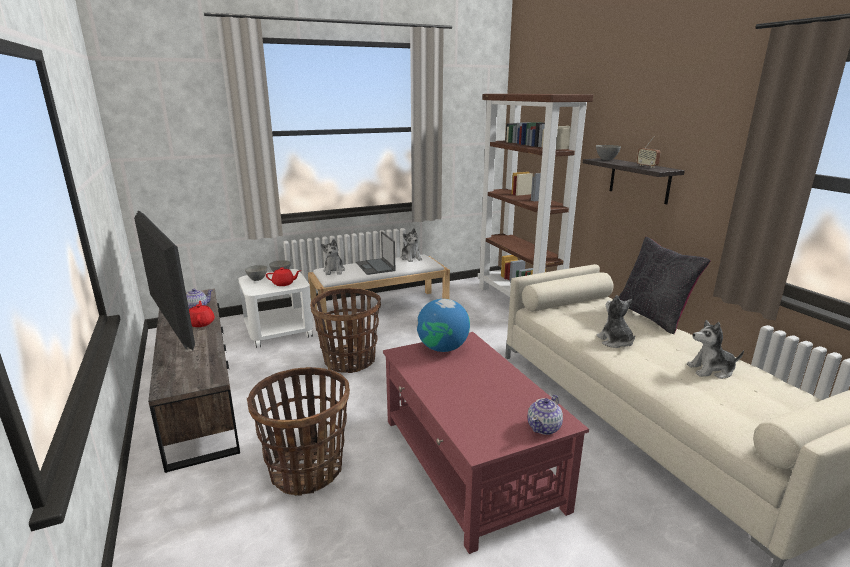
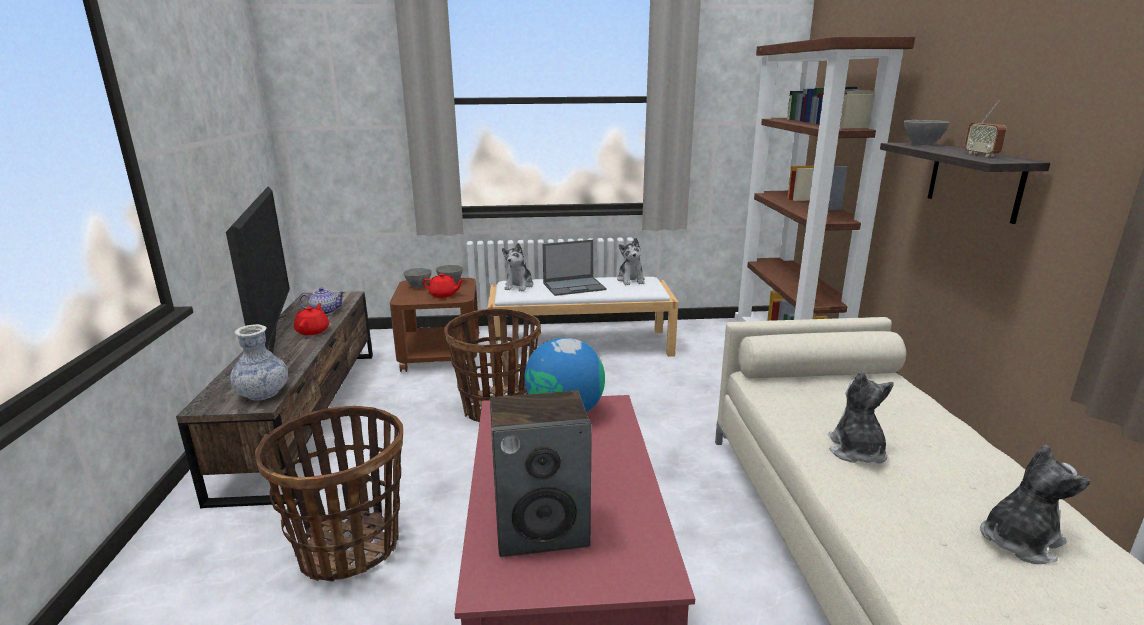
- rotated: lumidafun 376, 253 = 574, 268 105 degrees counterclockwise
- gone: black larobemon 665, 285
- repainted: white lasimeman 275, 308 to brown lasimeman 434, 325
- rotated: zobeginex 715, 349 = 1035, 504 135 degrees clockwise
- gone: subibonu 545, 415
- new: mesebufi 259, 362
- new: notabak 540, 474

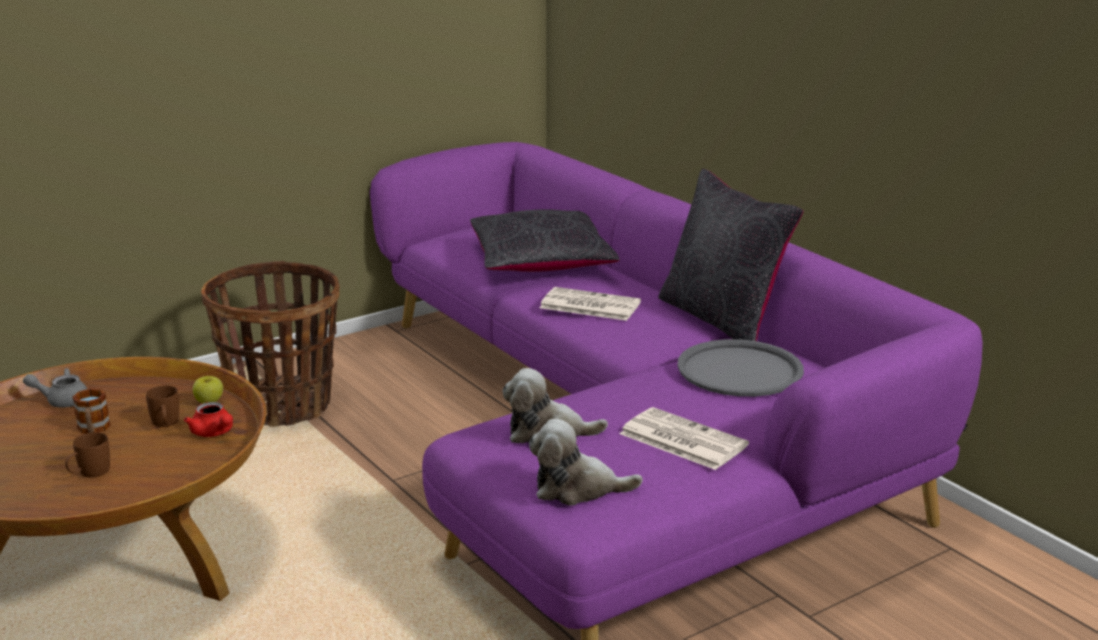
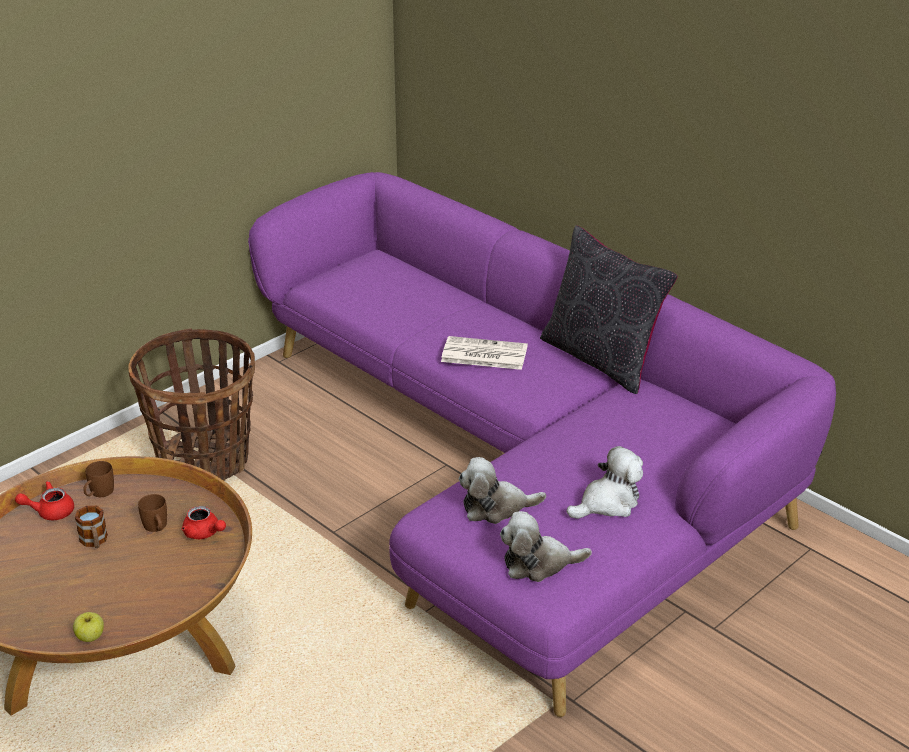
- gone: black larobemon 544, 240
- gone: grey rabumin 740, 368
- repainted: grey subibonu 55, 388 to red subibonu 44, 500
- shifted: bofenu 208, 389 to 88, 627
- swapped: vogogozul 684, 438 to zobeginex 605, 482
- shifted: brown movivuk 87, 455 to 98, 479

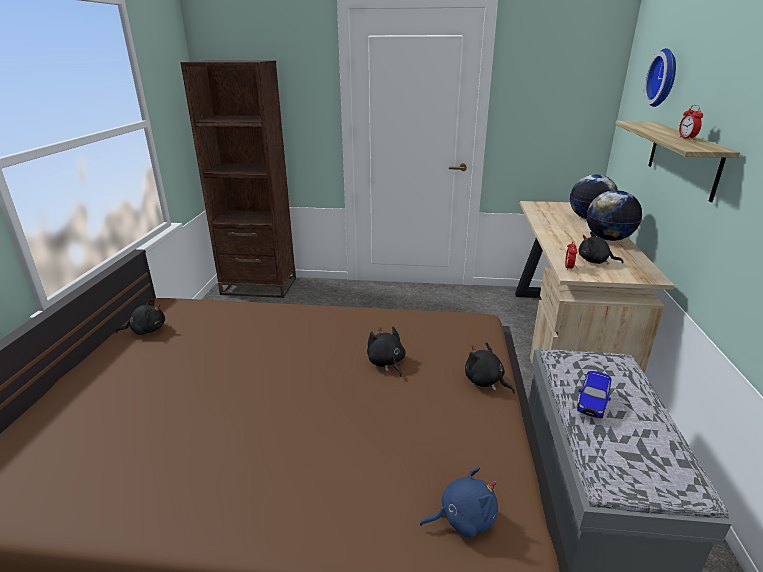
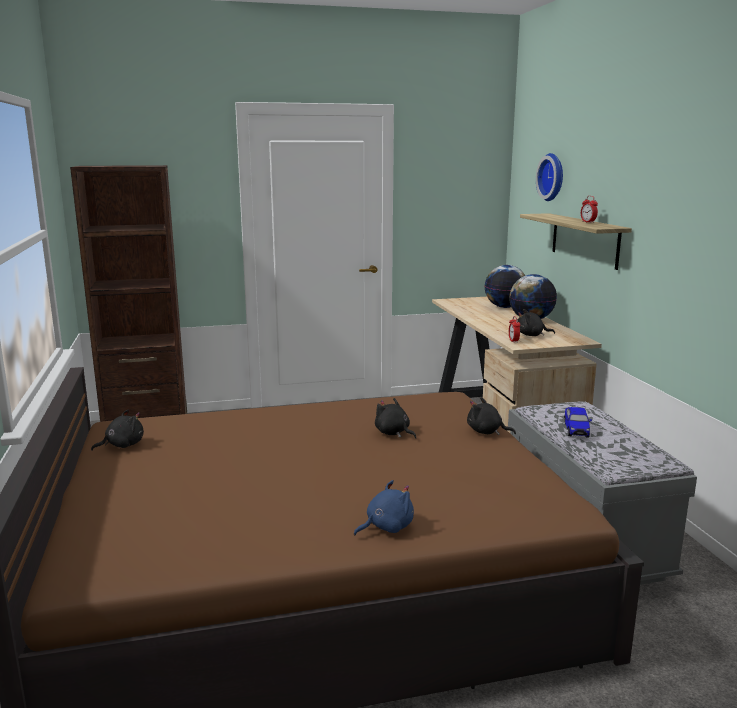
- shifted: blue zobeginex 459, 502 to 384, 507

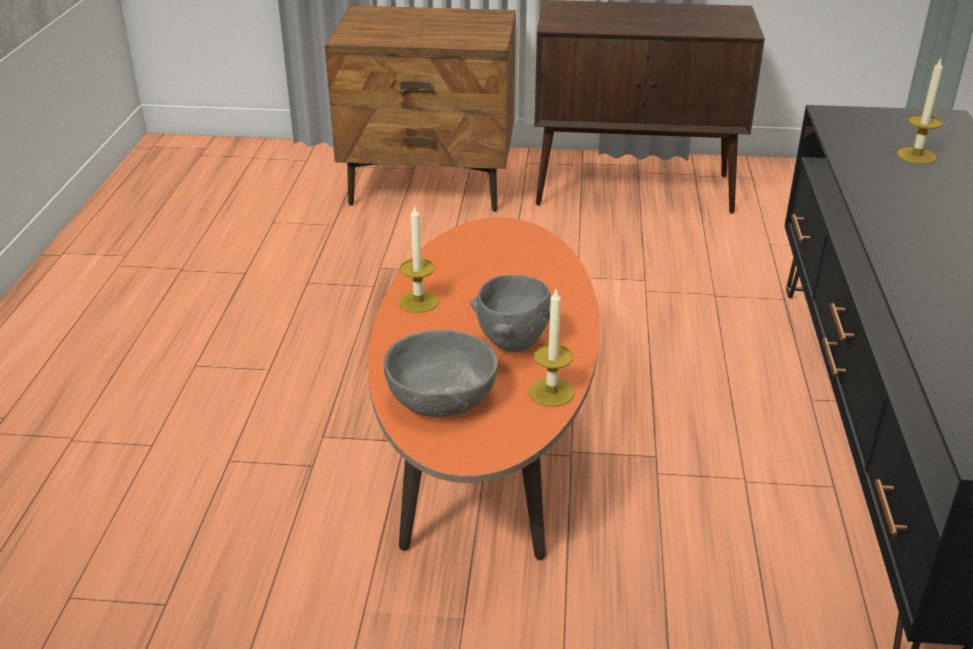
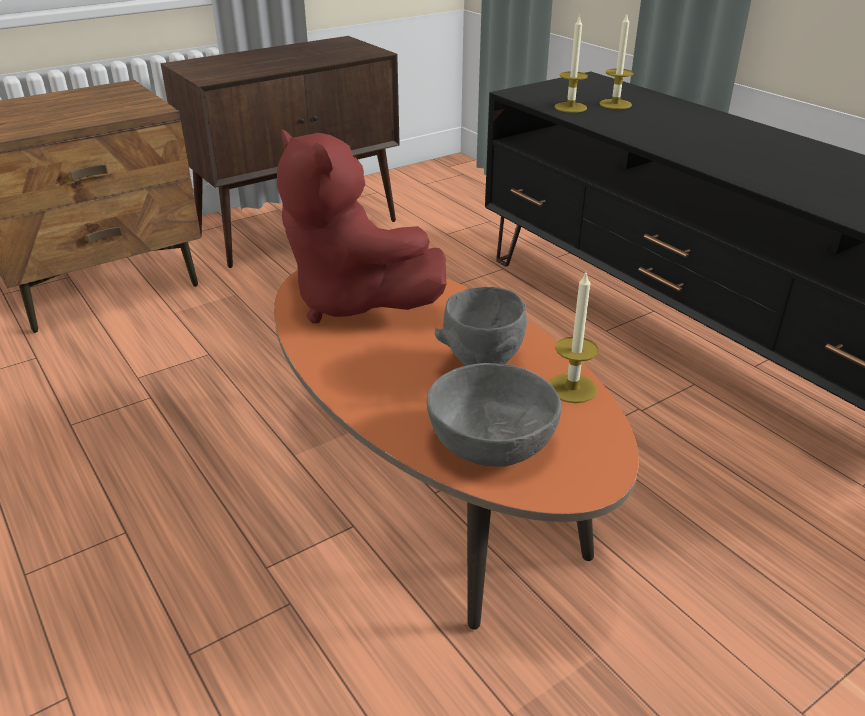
- shifted: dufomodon 419, 258 to 571, 64
- new: red zobeginex 361, 226

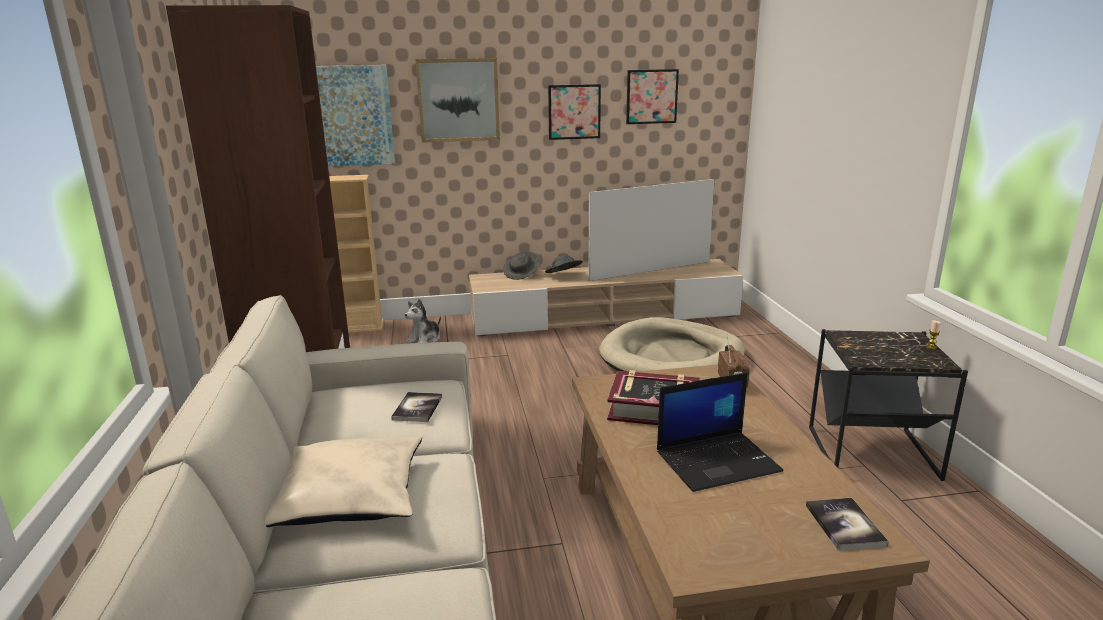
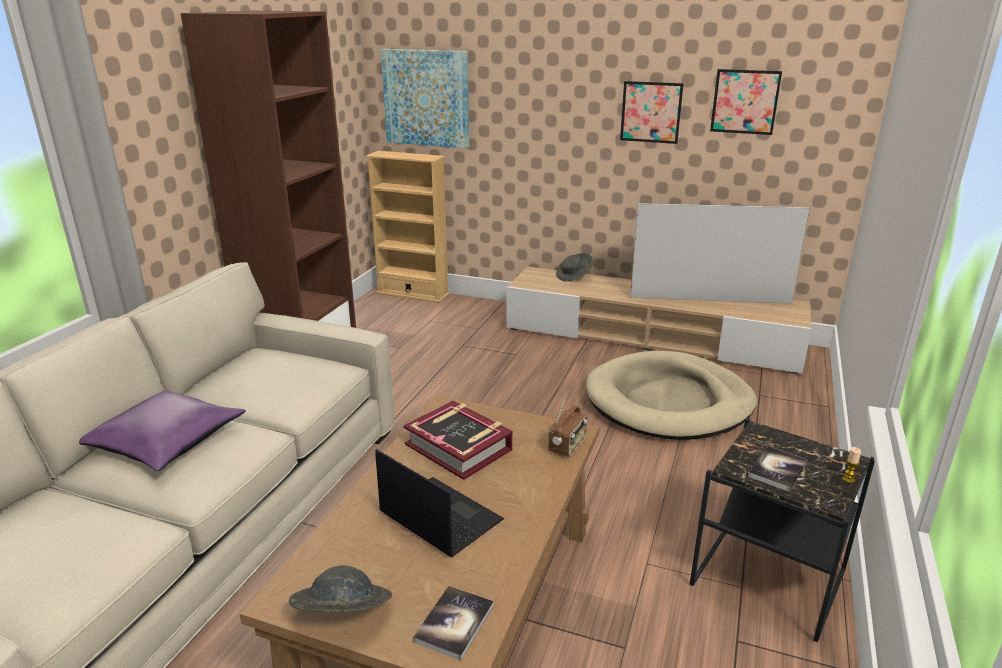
- gone: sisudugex 458, 100
- shifted: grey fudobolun 564, 264 to 340, 588
- gone: zobeginex 423, 321
- rotated: lumidafun 720, 432 = 439, 503 150 degrees counterclockwise
- shifted: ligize 416, 407 to 777, 469
- repainted: beige larobemon 343, 481 to purple larobemon 162, 430

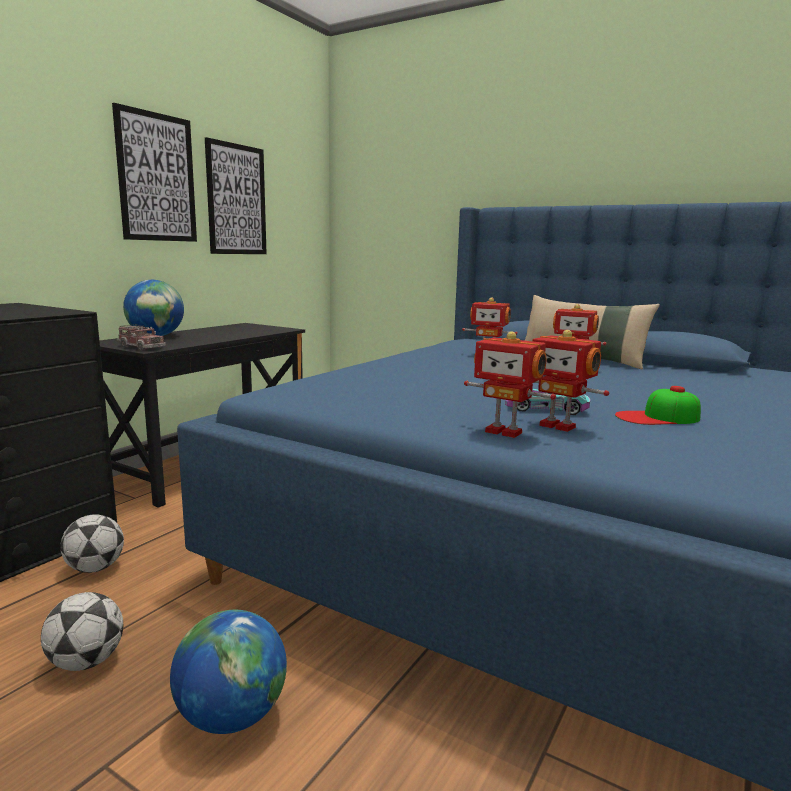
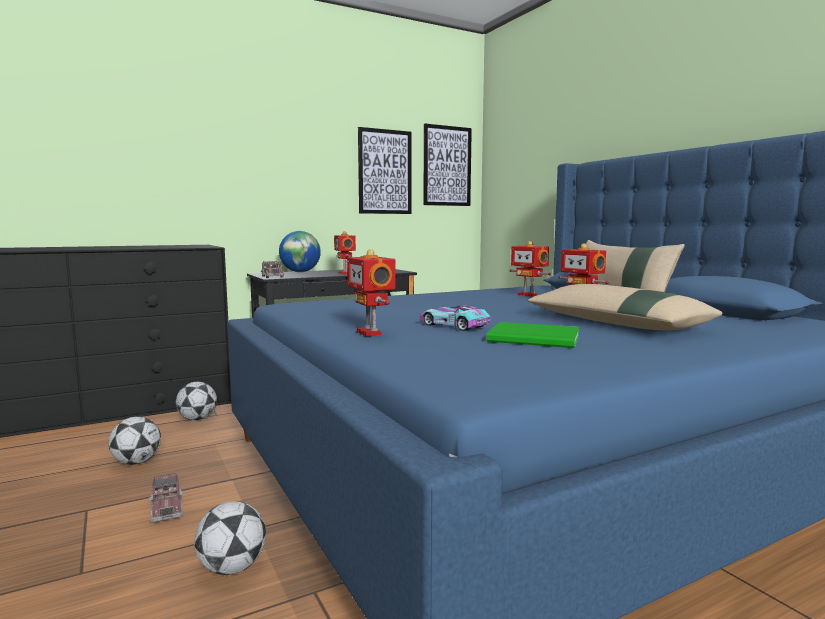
- shifted: sisudugex 154, 172 to 448, 165
- shifted: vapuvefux 570, 381 to 345, 252
- swapped: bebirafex 658, 405 to green ligize 533, 335
- swapped: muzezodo 228, 672 to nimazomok 166, 497
- new: beige larobemon 625, 307
- new: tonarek 230, 538

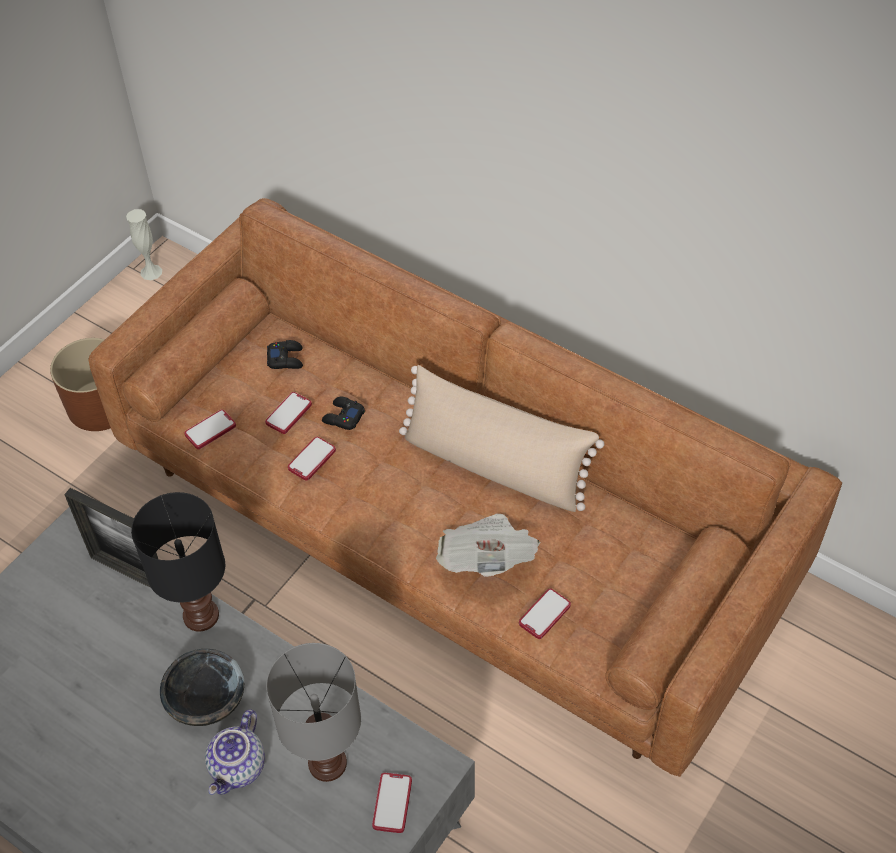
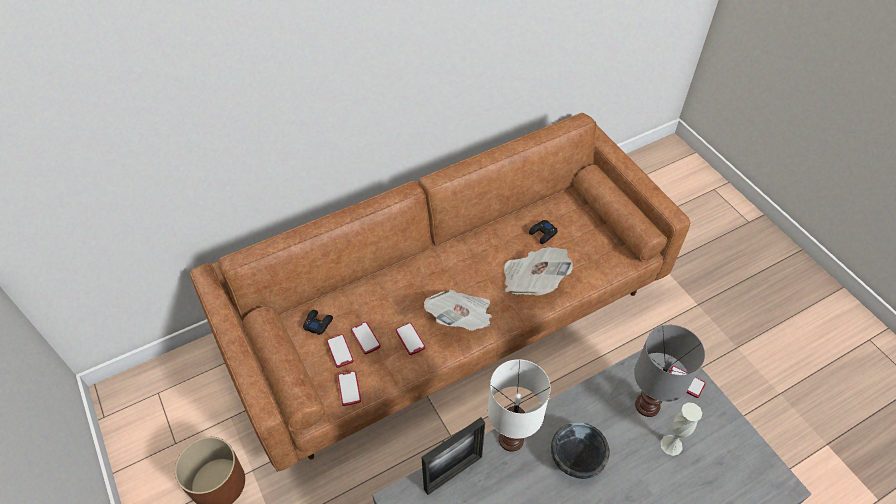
- shifted: white mesebufi 144, 244 to 681, 429
- gone: beige larobemon 501, 438
- shifted: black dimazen 343, 413 to 543, 232
- repainted: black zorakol 178, 562 to white zorakol 519, 405
- shifted: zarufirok 545, 614 to 340, 351
- gone: subibonu 235, 752
- new: vogogozul 458, 310

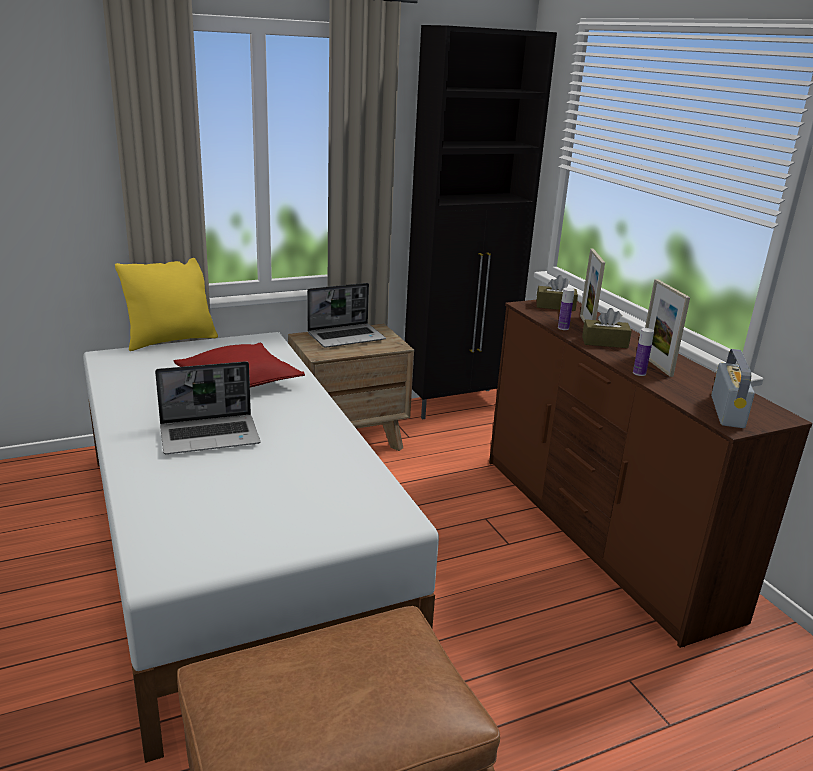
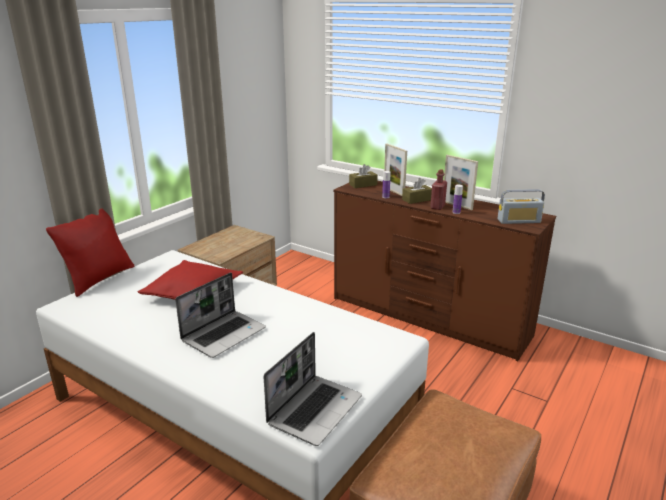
- gone: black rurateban 481, 222
- repainted: yellow larobemon 166, 304 to red larobemon 90, 252
- shifted: lumidafun 346, 315 to 313, 389
- rotated: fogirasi 733, 388 = 521, 206 105 degrees clockwise
- new: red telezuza 438, 189

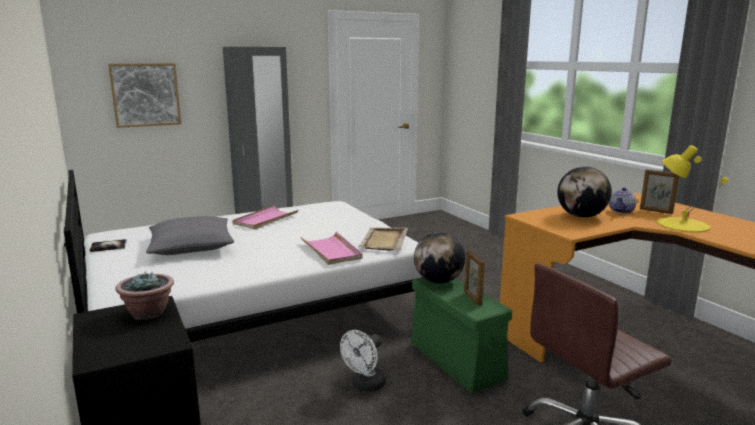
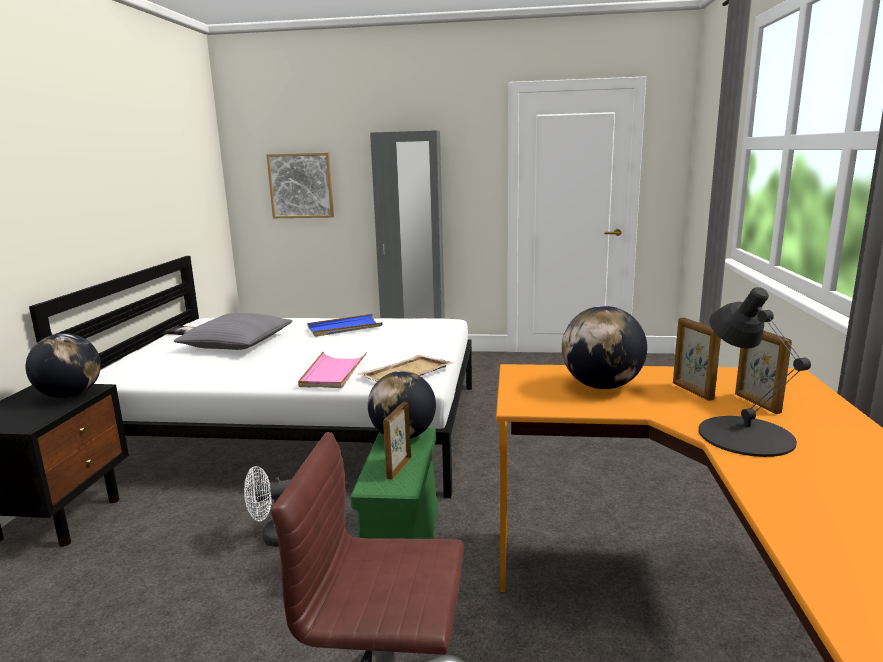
- repainted: yellow zorakol 692, 188 to black zorakol 755, 372
- swapped: subibonu 622, 200 to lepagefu 697, 359
- repainted: pink rabumin 265, 217 to blue rabumin 345, 325
- swapped: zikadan 144, 295 to muzezodo 63, 365

